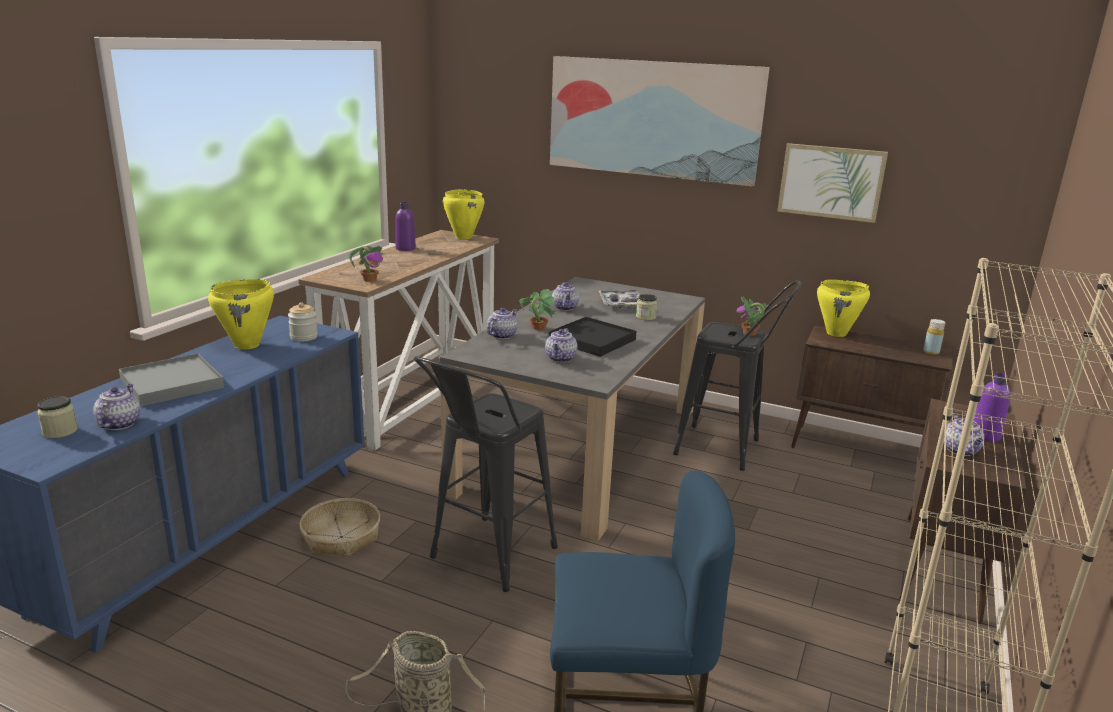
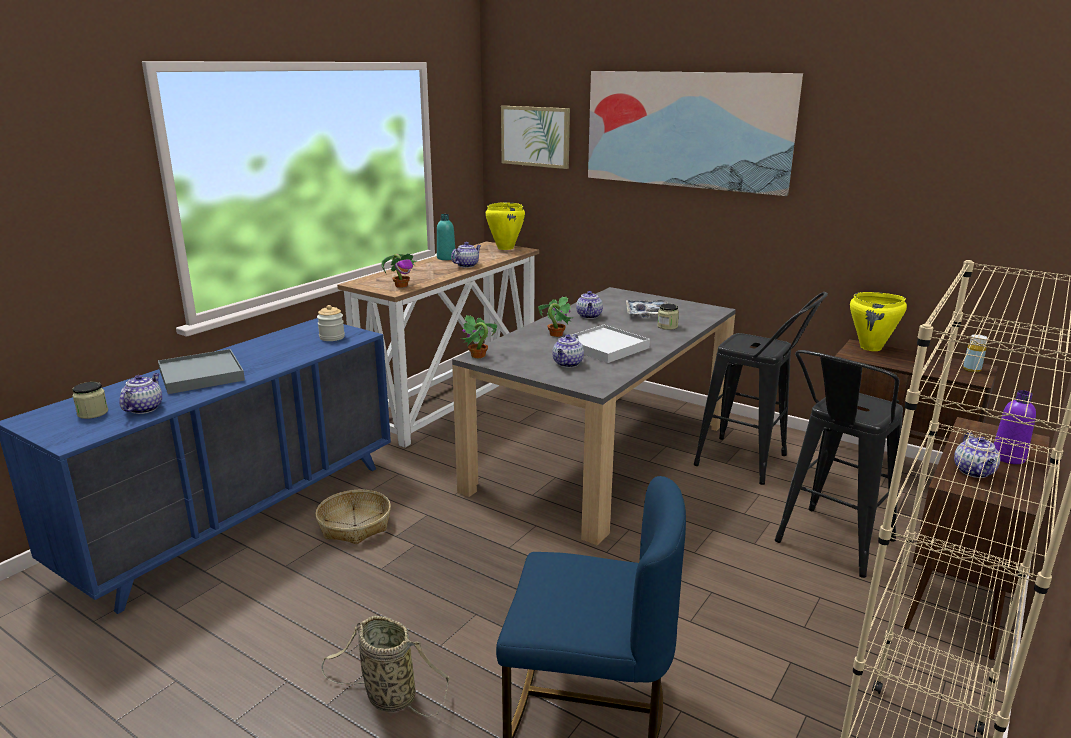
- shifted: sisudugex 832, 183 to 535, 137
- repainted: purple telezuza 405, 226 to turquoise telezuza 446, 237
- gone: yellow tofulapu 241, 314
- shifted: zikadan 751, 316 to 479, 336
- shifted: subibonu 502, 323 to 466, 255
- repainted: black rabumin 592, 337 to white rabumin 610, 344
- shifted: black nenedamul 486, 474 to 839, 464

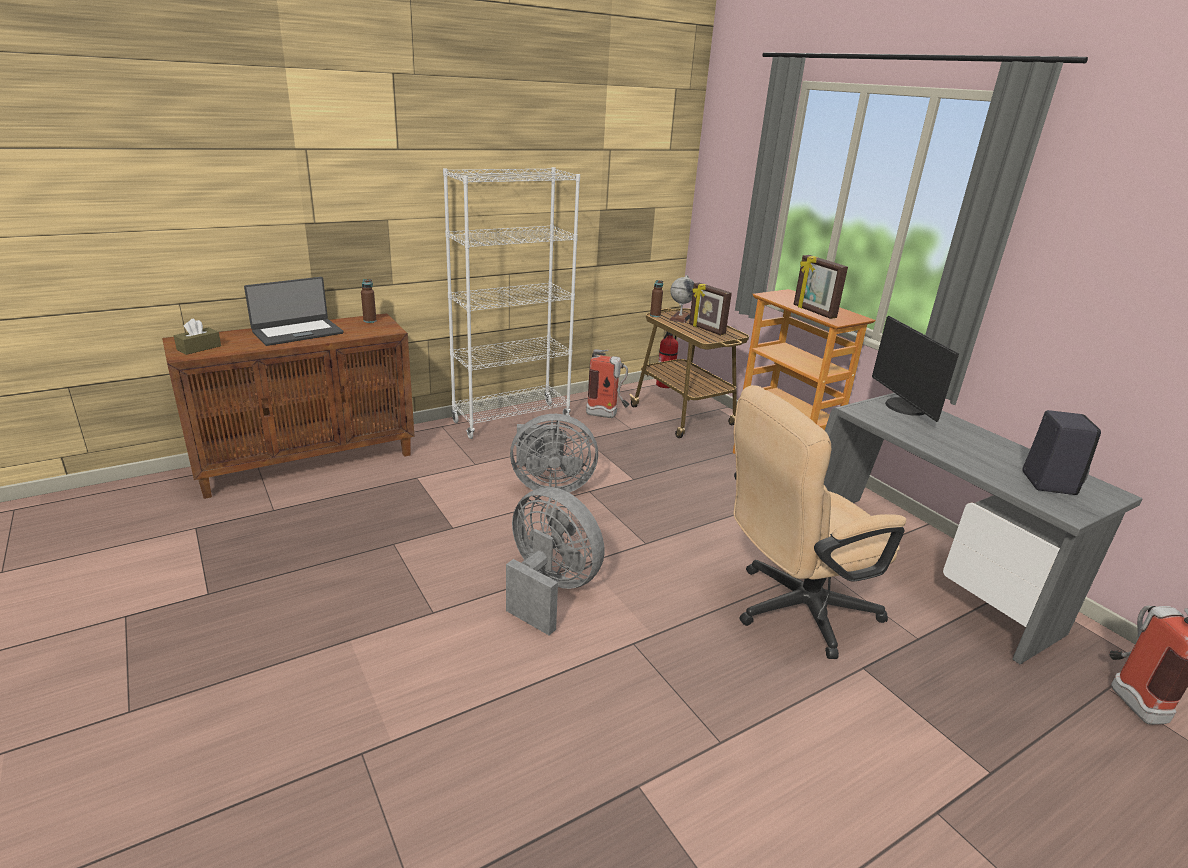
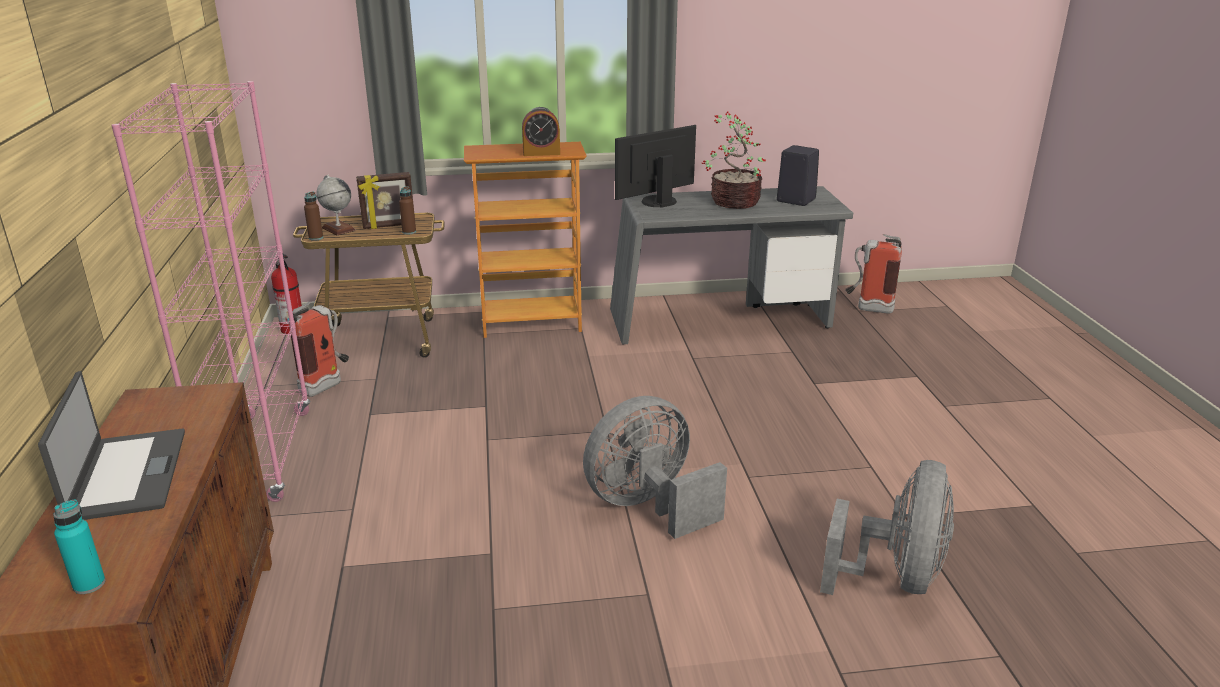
- repainted: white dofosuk 511, 303 to pink dofosuk 211, 291
- swapped: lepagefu 821, 287 to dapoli 541, 131
- shifted: brown telezuza 369, 301 to 407, 210
- rotated: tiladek 915, 369 = 655, 166 135 degrees clockwise
- swapped: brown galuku 197, 336 to turquoise telezuza 79, 547
- gone: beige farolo 819, 522
- shifted: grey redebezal 554, 453 to 887, 527
- new: zikadan 734, 160

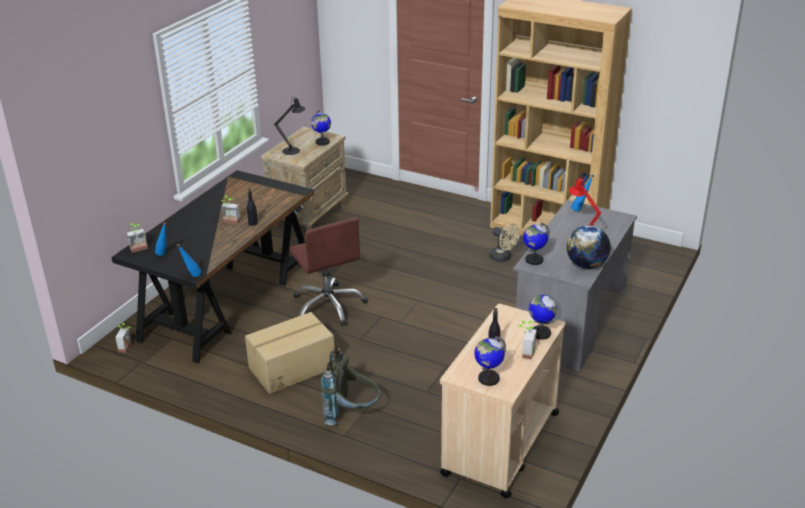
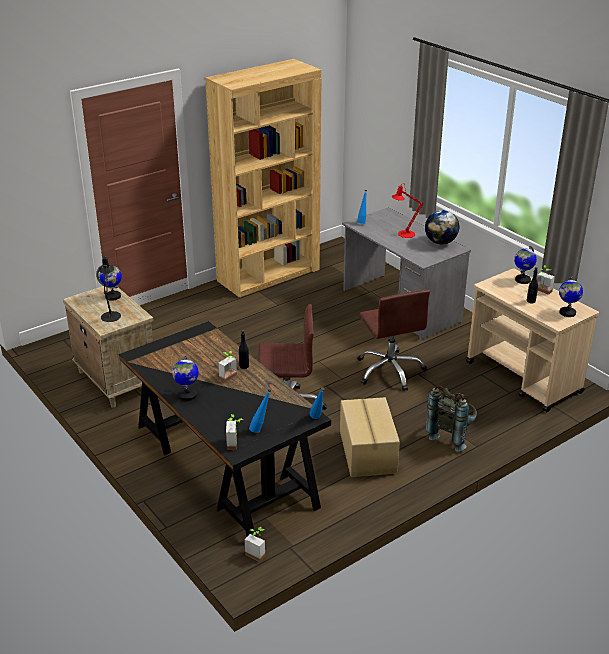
- gone: beige redebezal 504, 242
- shifted: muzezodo 536, 244 to 185, 378
- new: brown farolo 393, 340

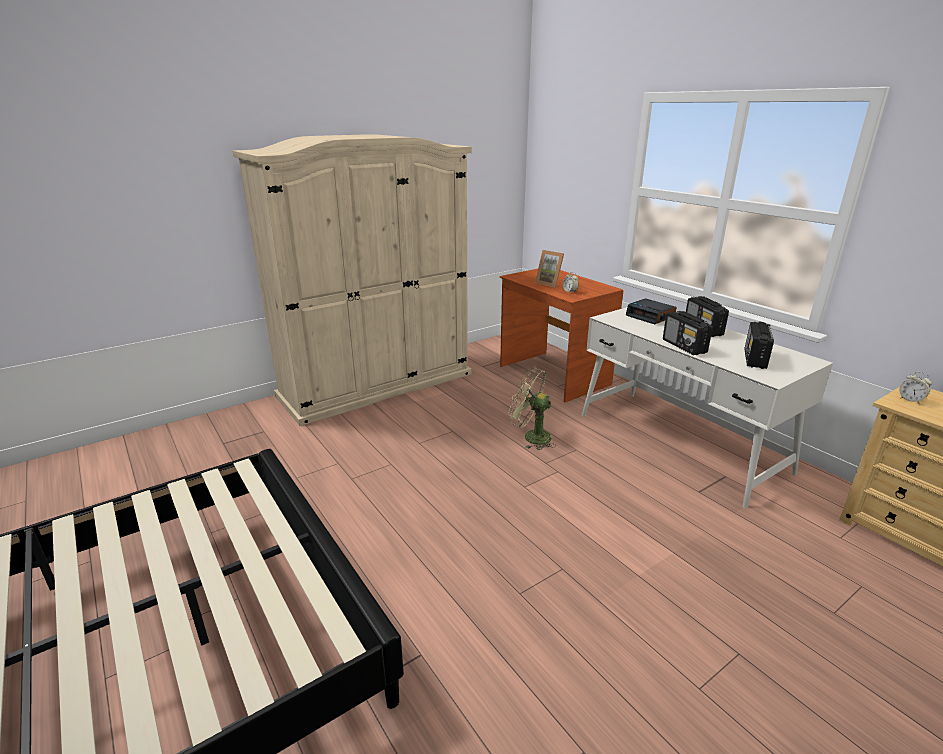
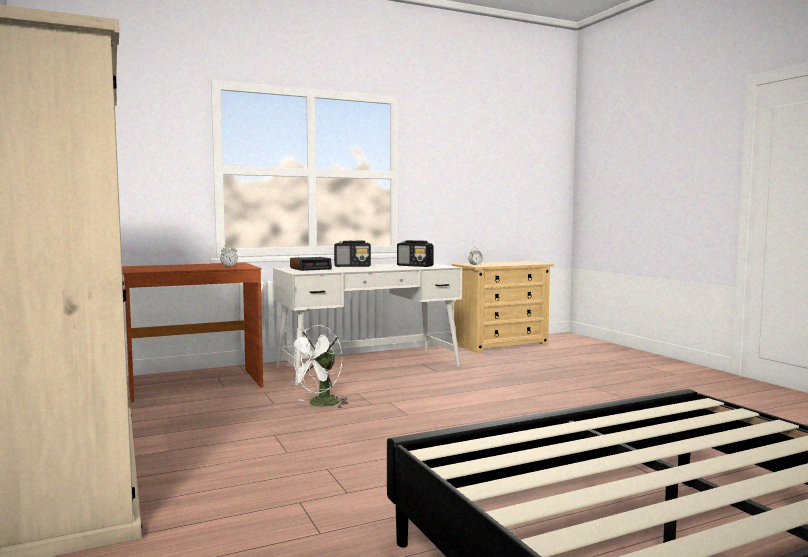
- gone: lepagefu 549, 269
- gone: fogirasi 688, 333
- repainted: green redebezal 532, 409 to white redebezal 317, 366

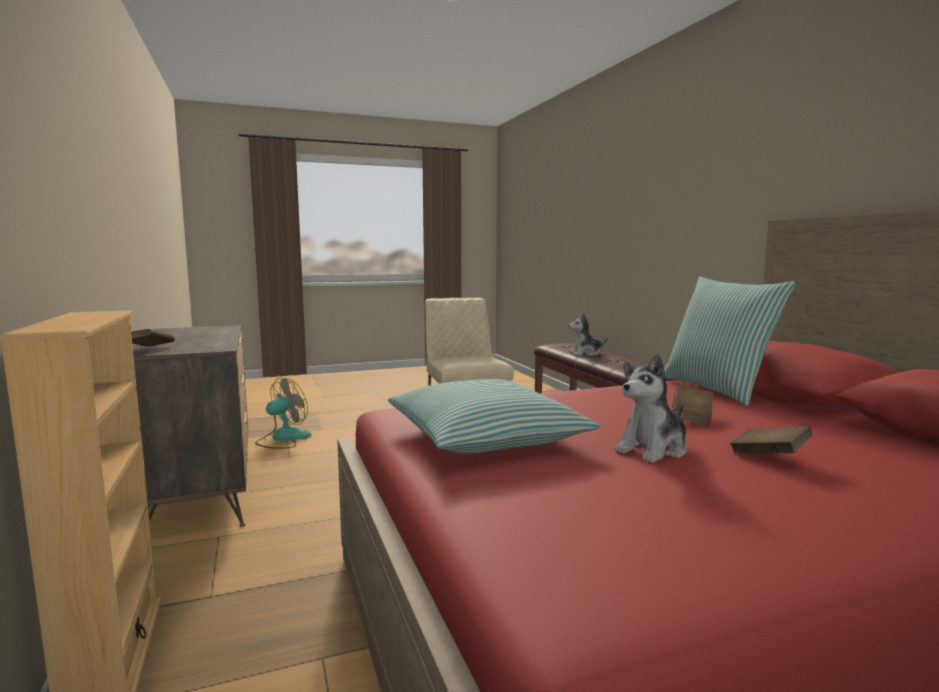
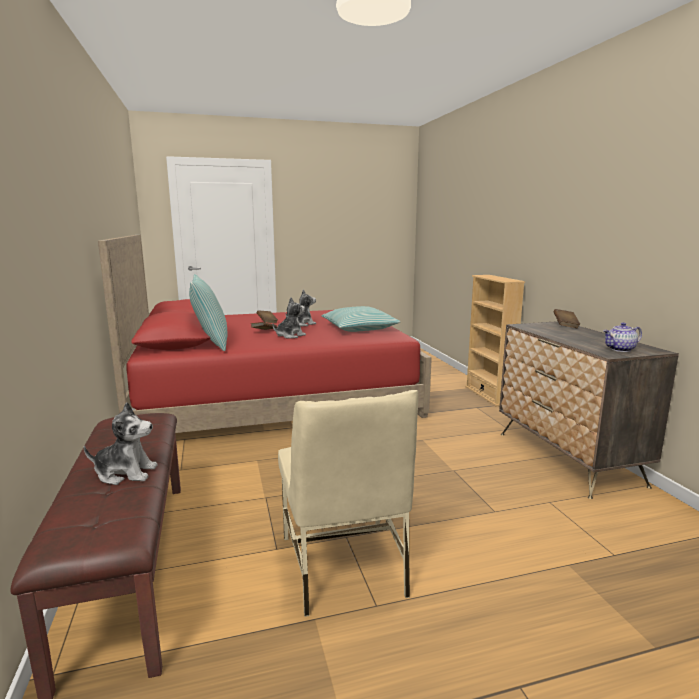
- gone: redebezal 283, 413
- new: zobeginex 289, 318
- new: subibonu 622, 337

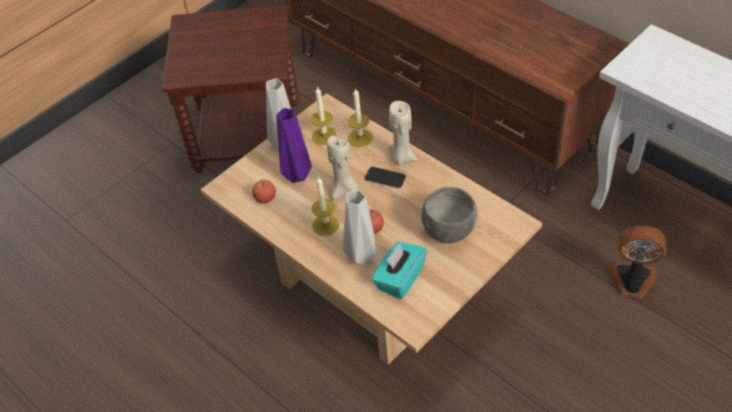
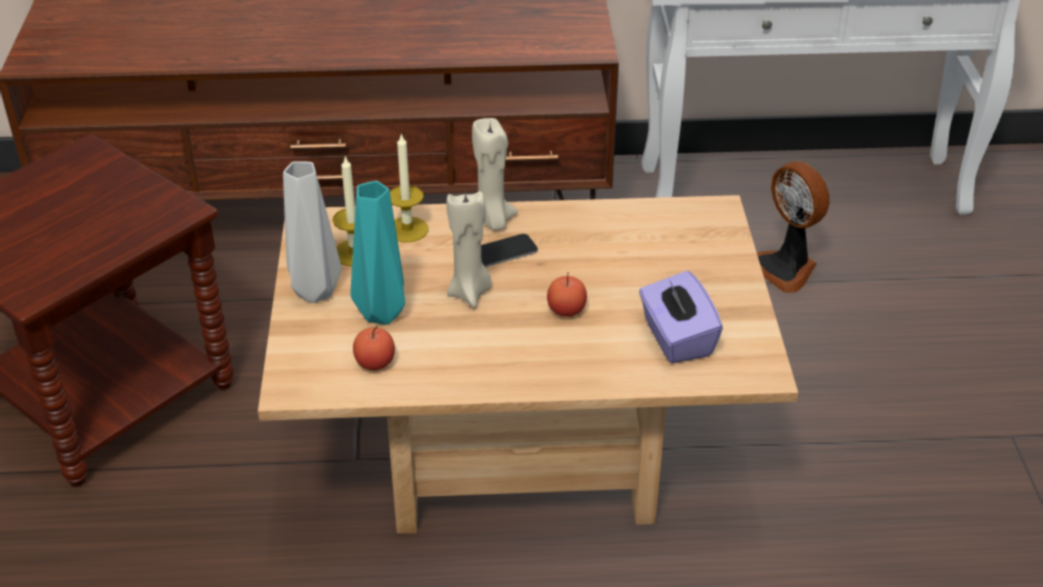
- repainted: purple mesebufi 294, 145 to turquoise mesebufi 378, 253
- gone: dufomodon 325, 206
- gone: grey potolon 449, 215
- gone: grey mesebufi 359, 228
- rotated: redebezal 637, 261 = 793, 227 90 degrees counterclockwise
- repainted: turquoise galuku 399, 270 to purple galuku 681, 317

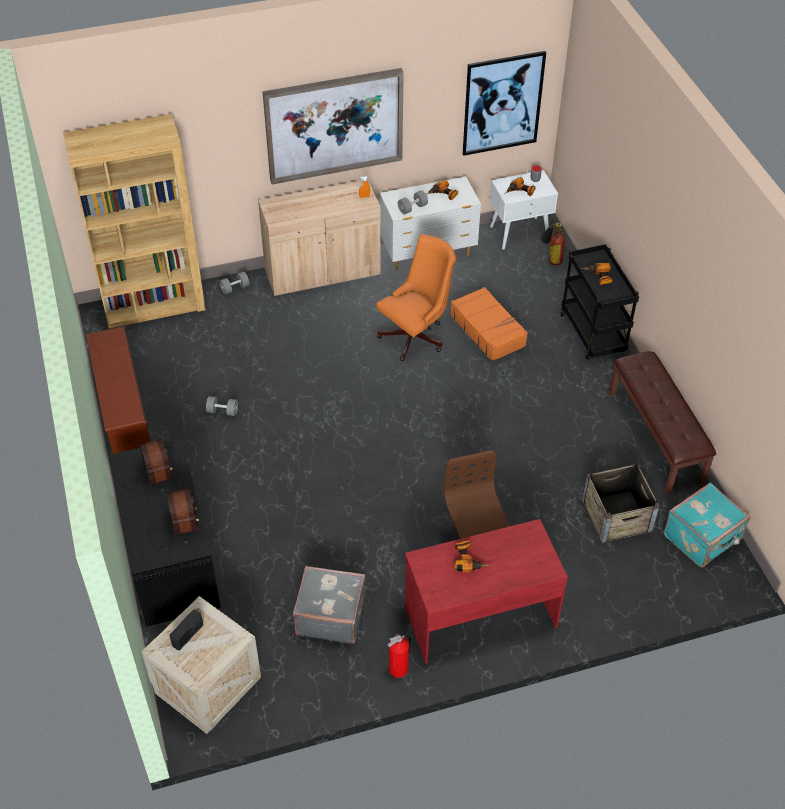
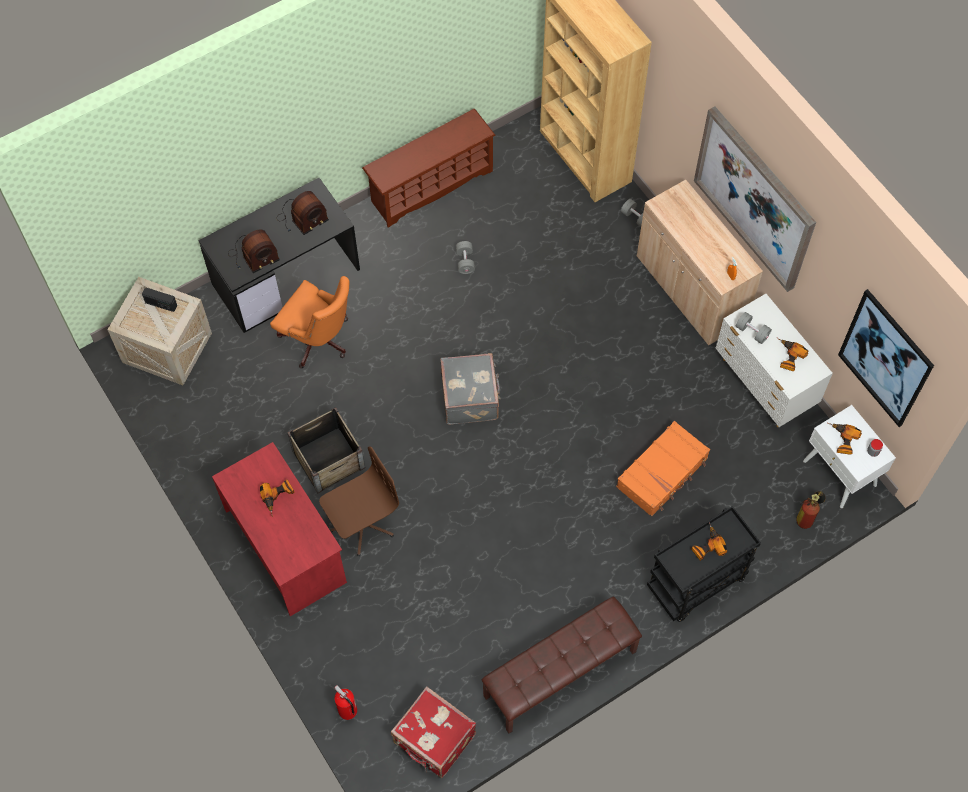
- shifted: orange farolo 416, 297 to 310, 322
- shifted: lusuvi 620, 504 to 326, 450
- repainted: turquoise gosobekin 707, 525 to red gosobekin 433, 732
- shifted: grey gosobekin 329, 605 to 470, 389
- shifted: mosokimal 399, 656 to 345, 702

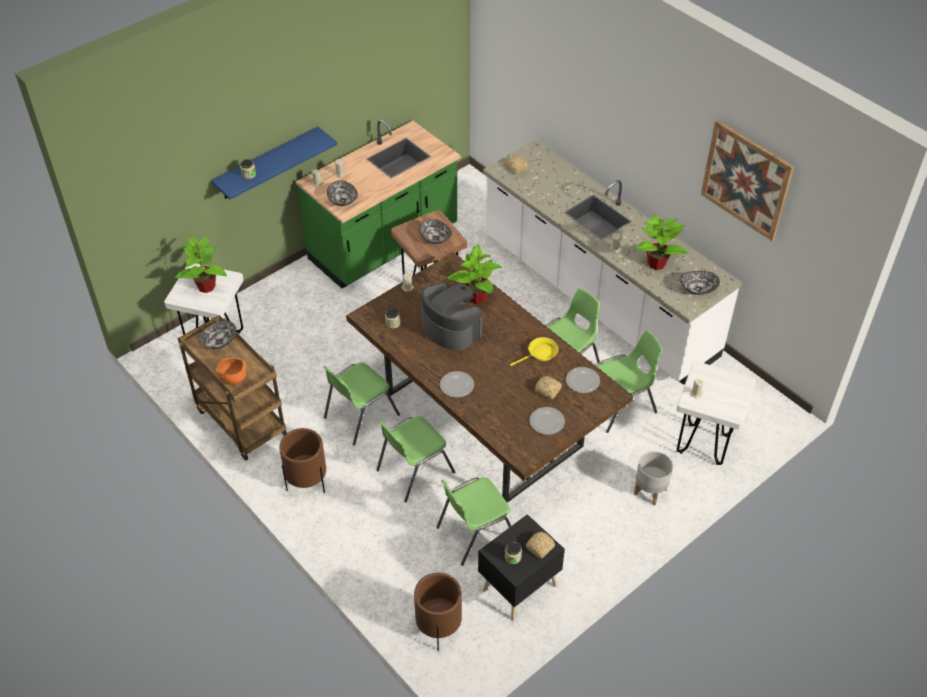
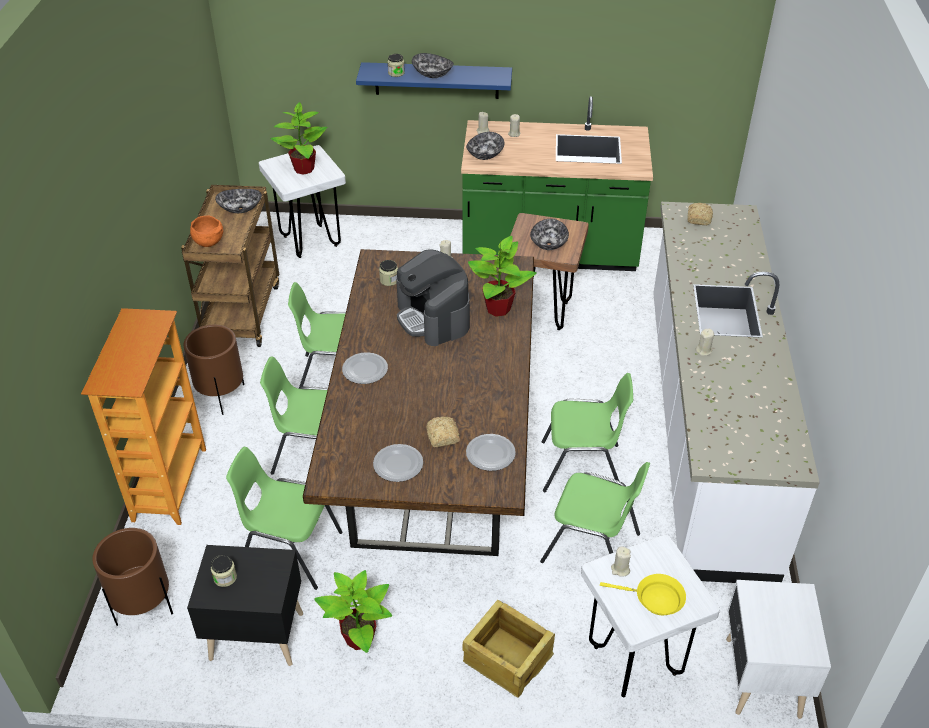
- gone: sisudugex 747, 180
- shifted: zikadan 662, 242 to 353, 611
- shifted: potolon 699, 283 to 433, 65
- rotated: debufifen 451, 317 = 433, 298 150 degrees clockwise
- shifted: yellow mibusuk 534, 351 to 643, 594
- swapped: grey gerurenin 653, 478 to lusuvi 509, 649
- gone: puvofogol 540, 545
- new: dofosuk 143, 416
- new: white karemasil 778, 649

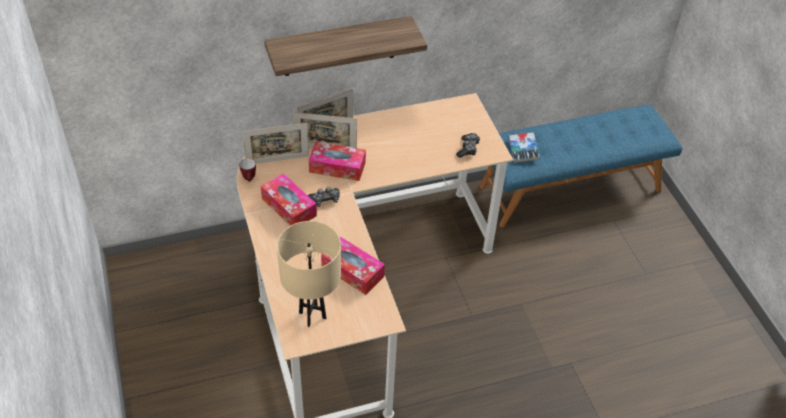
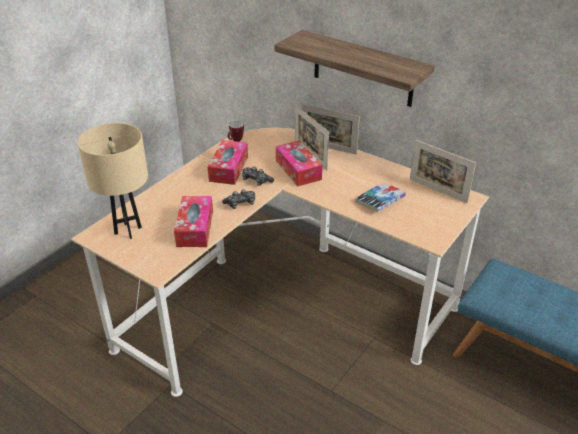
- shifted: lepagefu 275, 143 to 443, 171
- shifted: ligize 524, 147 to 380, 197
- shifted: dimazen 468, 145 to 238, 199

